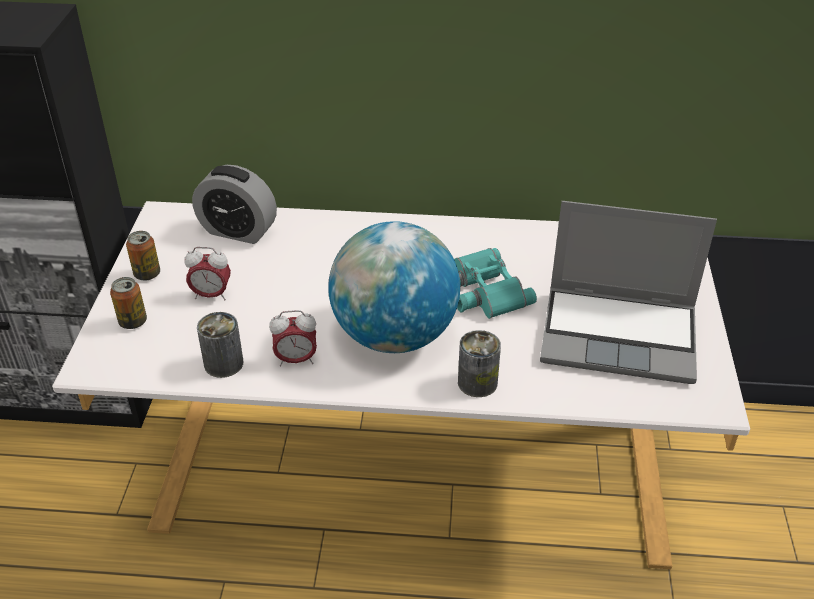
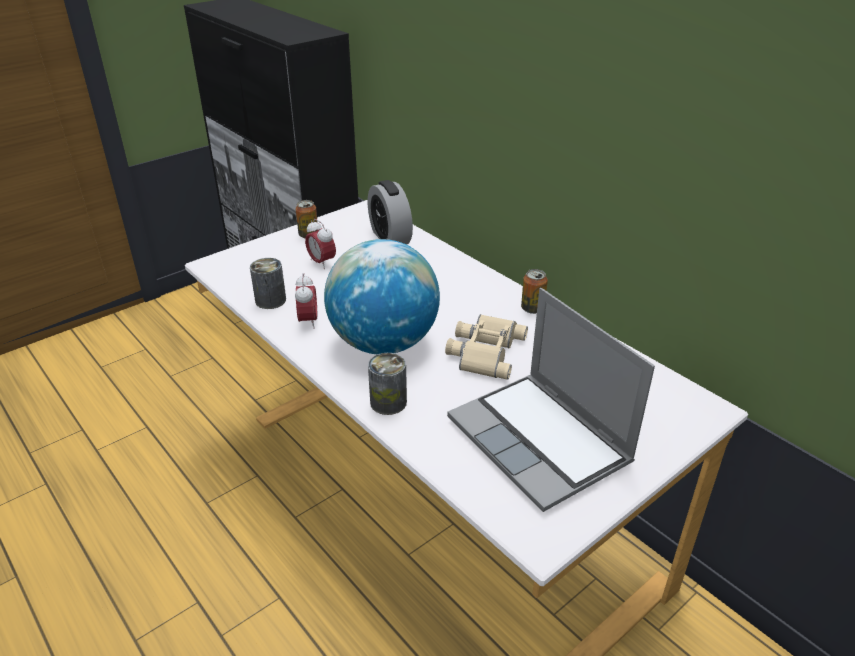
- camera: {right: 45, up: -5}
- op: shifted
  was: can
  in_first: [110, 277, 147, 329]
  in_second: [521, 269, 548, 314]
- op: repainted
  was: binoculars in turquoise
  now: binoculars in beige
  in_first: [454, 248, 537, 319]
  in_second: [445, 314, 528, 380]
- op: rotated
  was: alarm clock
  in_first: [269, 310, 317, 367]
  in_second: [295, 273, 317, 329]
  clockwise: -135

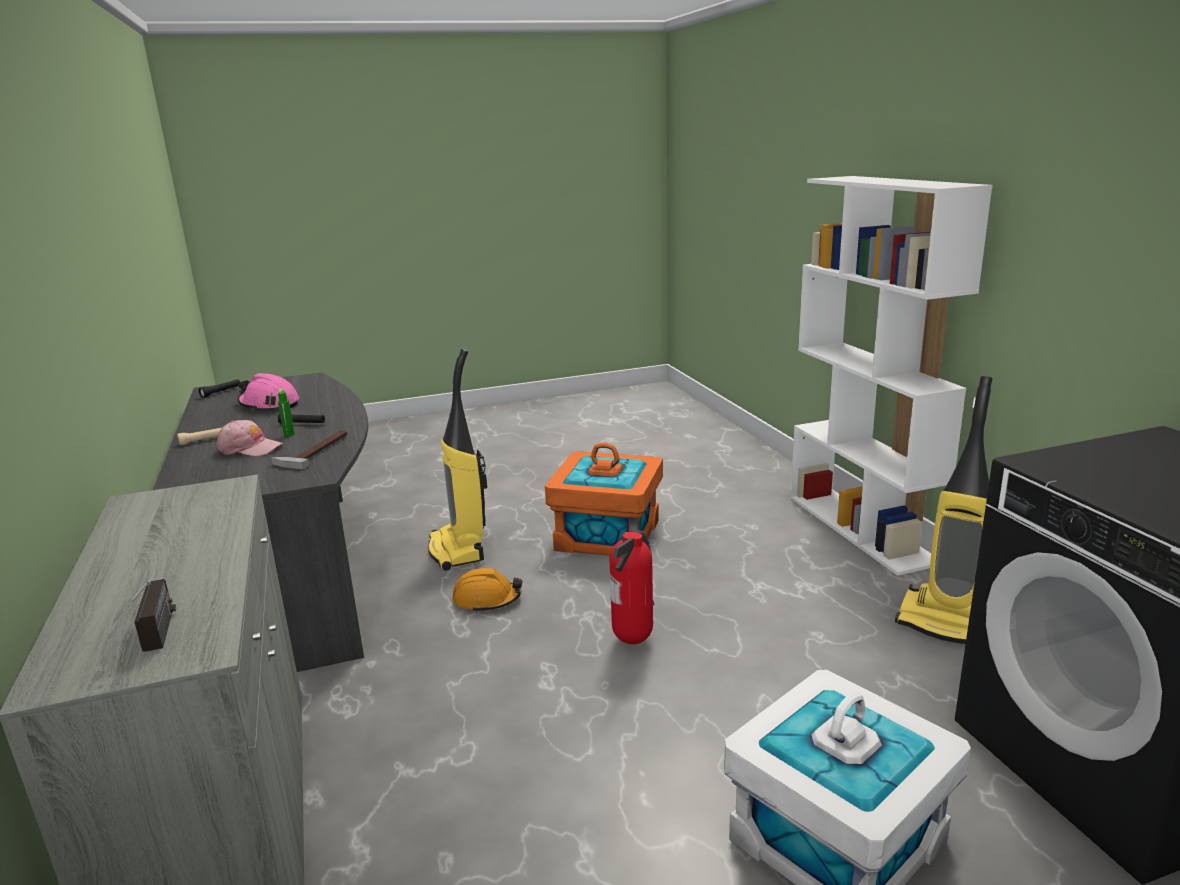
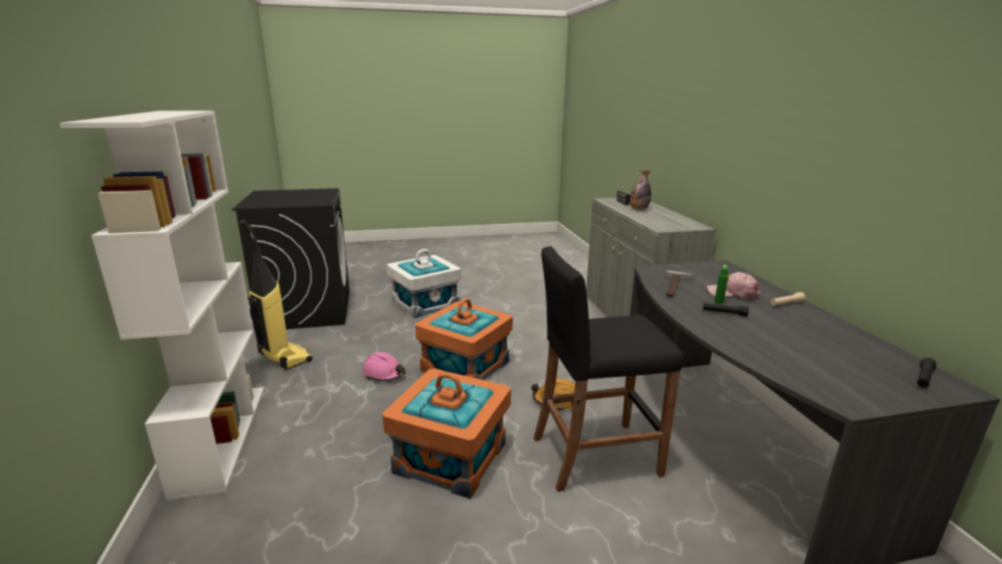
- camera: {right: -175, up: 0}
- op: new
  now: bottle
  in_second: [630, 170, 651, 210]
- op: shifted
  was: hard hat in pink
  in_first: [238, 373, 299, 411]
  in_second: [363, 352, 405, 381]
- op: swapped
  was: vacuum cleaner
  now: stool in black
  in_first: [428, 348, 487, 570]
  in_second: [533, 246, 683, 492]
- op: swapped
  was: fire extinguisher
  now: storage box in orange
  in_first: [609, 530, 654, 644]
  in_second: [415, 298, 513, 380]

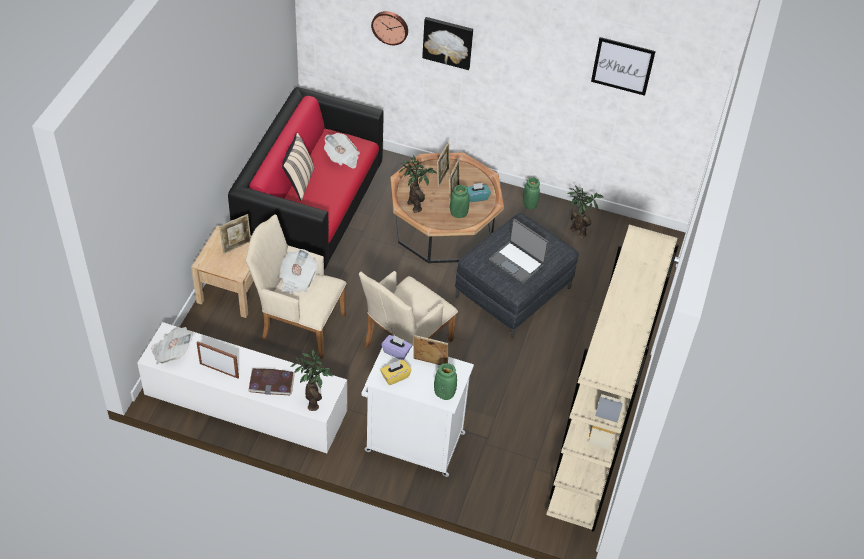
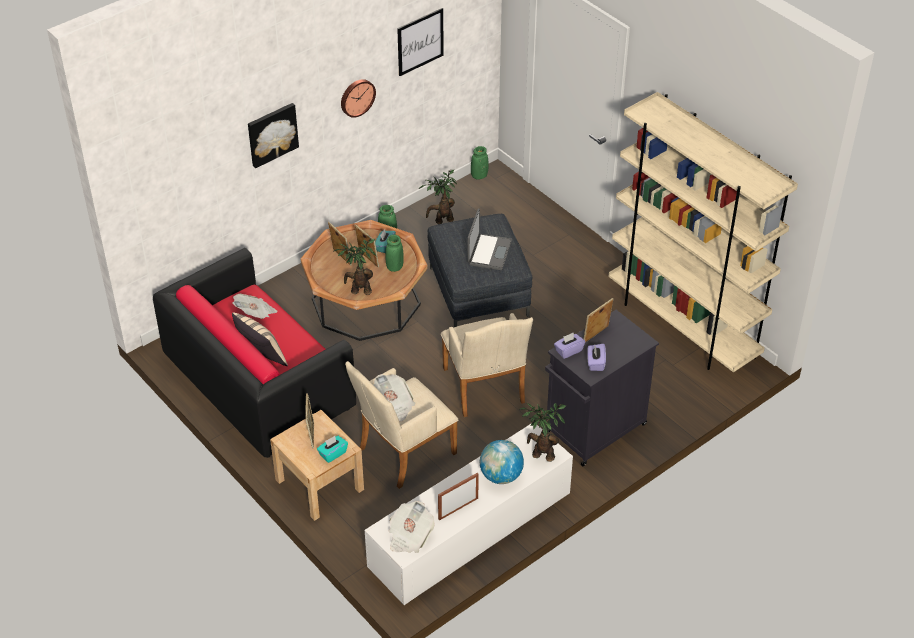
- camera: {right: -55, up: -5}
- op: new
  now: tissue box in turquoise
  in_second: [317, 436, 348, 463]
- op: shifted
  was: wall clock
  in_first: [371, 11, 408, 45]
  in_second: [341, 79, 376, 118]
- op: shifted
  was: vase in green
  in_first: [434, 363, 457, 400]
  in_second: [471, 146, 489, 179]
- op: swapped
  was: book
  now: globe
  in_first: [248, 369, 295, 395]
  in_second: [480, 440, 524, 484]
- op: repainted
  was: cabinet in white
  now: cabinet in black
  in_first: [362, 346, 474, 477]
  in_second: [545, 310, 659, 467]
- op: repainted
  was: tissue box in yellow
  now: tissue box in purple
  in_first: [380, 360, 412, 385]
  in_second: [587, 344, 606, 371]
- op: rotated
  was: laptop
  in_first: [489, 218, 549, 284]
  in_second: [467, 208, 512, 270]
  clockwise: -60

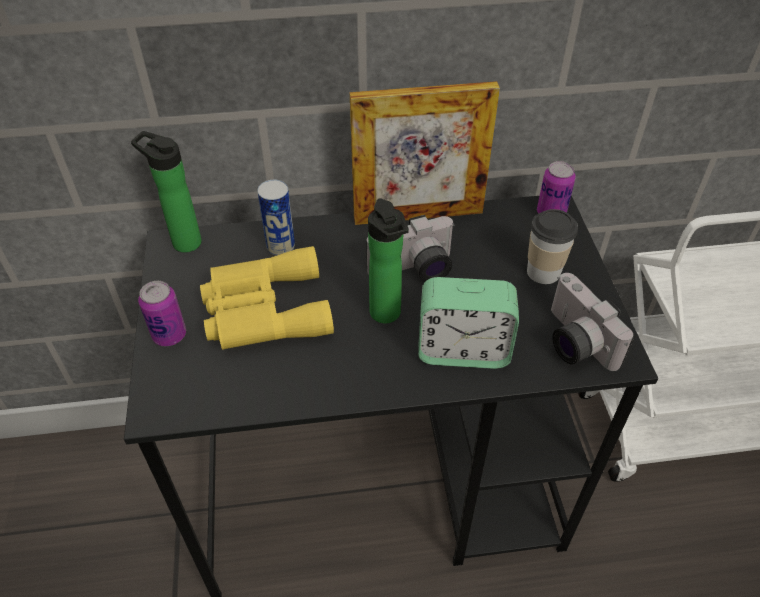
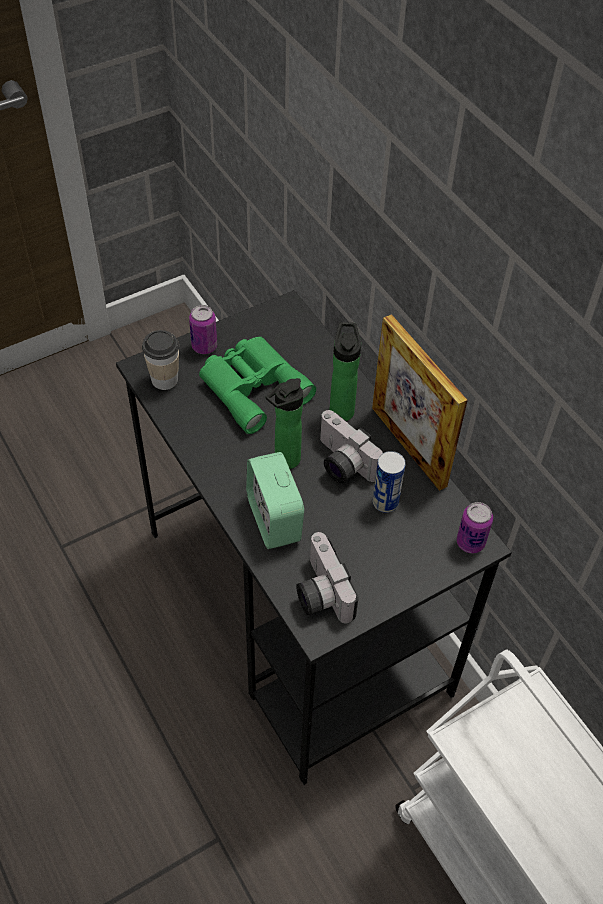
- camera: {right: 65, up: 5}
- op: shifted
  was: bottle
  in_first: [131, 131, 202, 253]
  in_second: [329, 322, 361, 421]
- op: shifted
  was: can
  in_first: [257, 180, 295, 256]
  in_second: [372, 451, 406, 513]
- op: shifted
  was: cup
  in_first: [527, 209, 578, 284]
  in_second: [142, 330, 179, 390]
- op: repainted
  was: binoculars in yellow
  now: binoculars in green
  in_first: [200, 246, 334, 350]
  in_second: [199, 337, 316, 434]
- op: rotated
  was: photo camera
  in_first: [551, 273, 634, 371]
  in_second: [296, 532, 359, 624]
  clockwise: -60

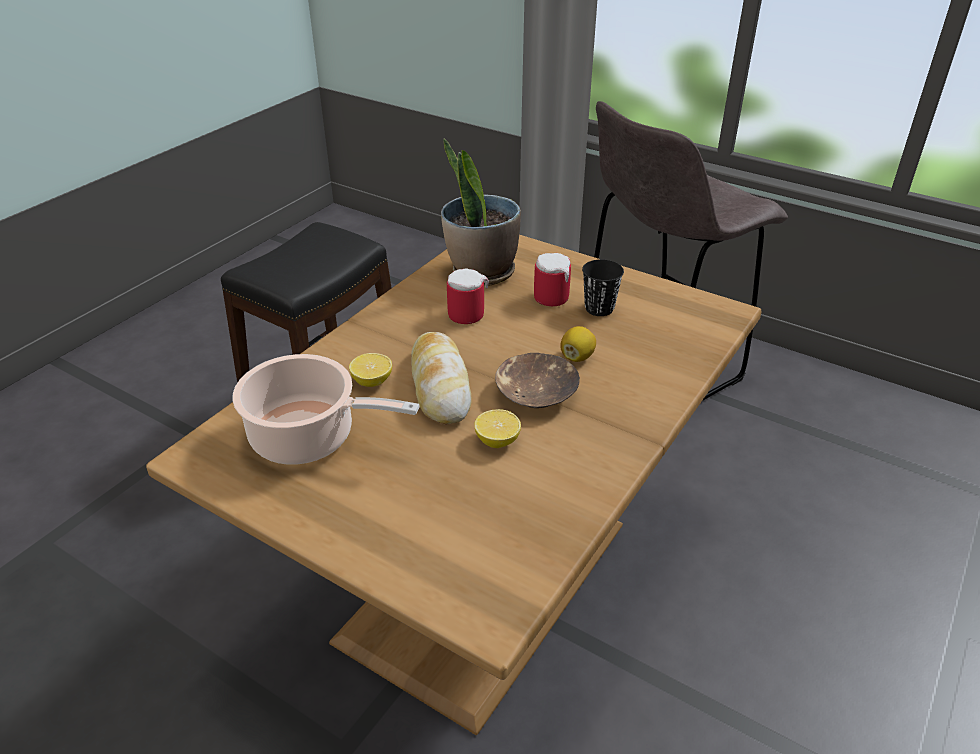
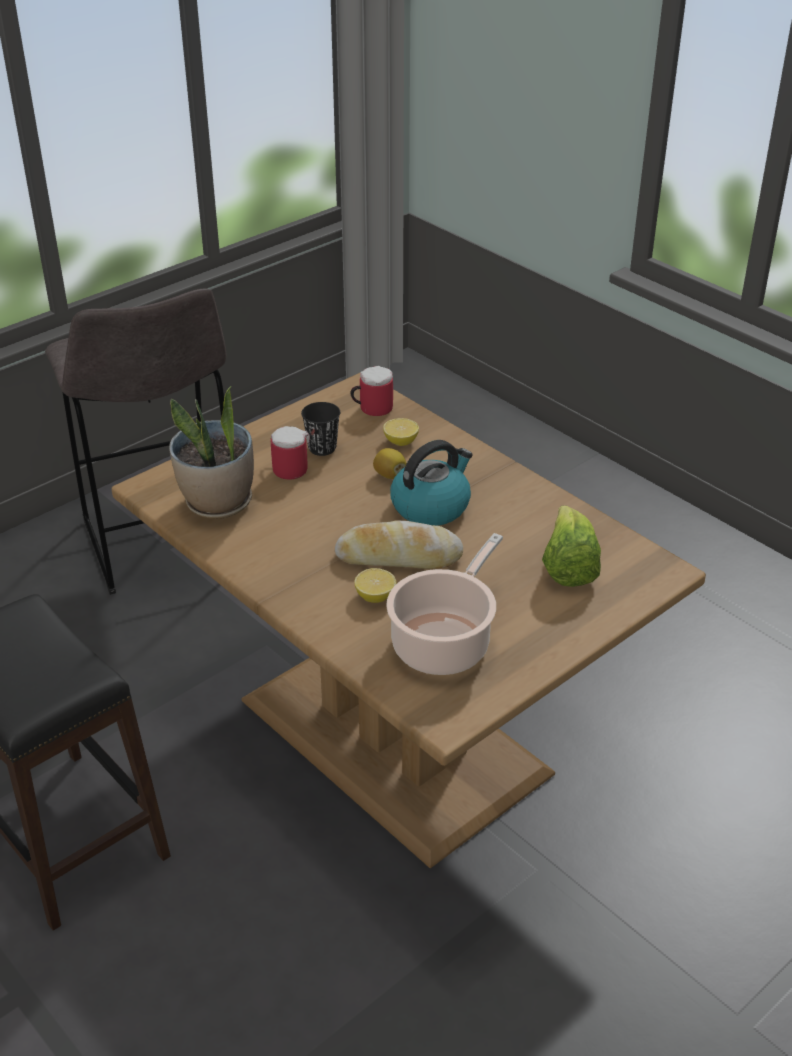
- camera: {right: -75, up: 0}
- op: new
  now: lettuce
  in_second: [542, 506, 601, 587]
- op: shifted
  was: mug
  in_first: [447, 269, 489, 324]
  in_second: [350, 366, 393, 416]
- op: shifted
  was: lemon
  in_first: [474, 409, 521, 448]
  in_second: [383, 418, 419, 446]
- op: swapped
  was: bowl in brown
  now: kettle
  in_first: [495, 353, 580, 408]
  in_second: [390, 440, 473, 526]

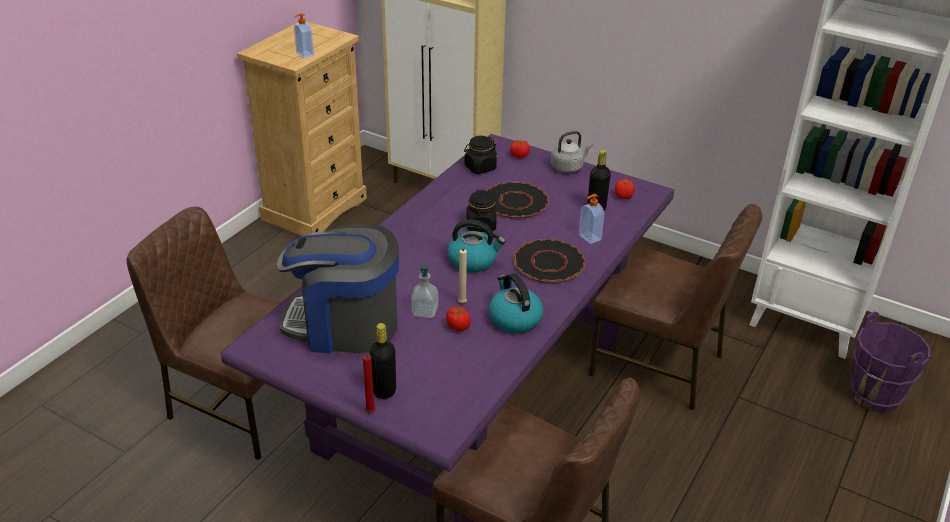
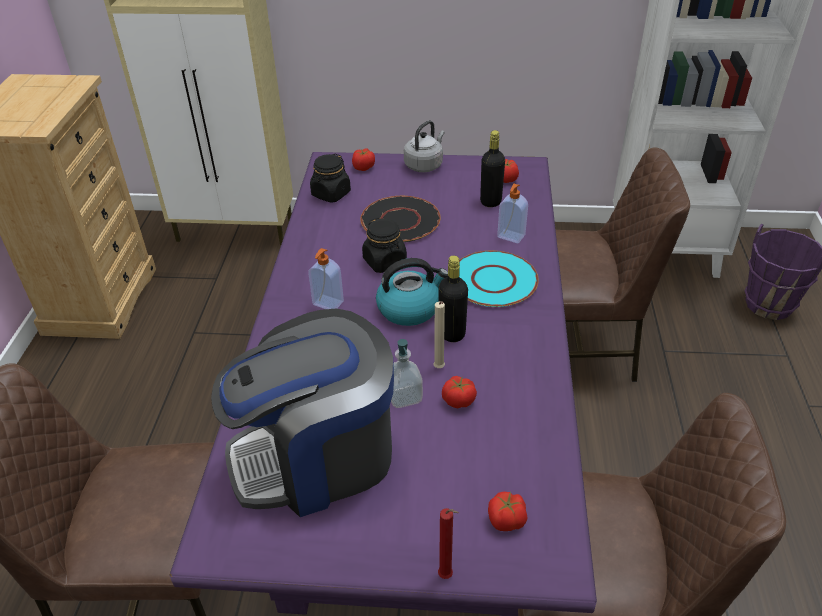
- camera: {right: -25, up: 5}
- op: gone
  was: kettle
  in_first: [488, 273, 543, 333]
- op: new
  now: tomato
  in_second: [488, 491, 528, 531]
- op: shifted
  was: soap dispenser
  in_first: [294, 13, 314, 58]
  in_second: [308, 248, 344, 309]
- op: shifted
  was: bottle in black
  in_first: [370, 323, 396, 399]
  in_second: [438, 255, 468, 342]
- op: repainted
  was: plate in black
  now: plate in turquoise
  in_first: [513, 239, 585, 283]
  in_second: [459, 251, 539, 307]

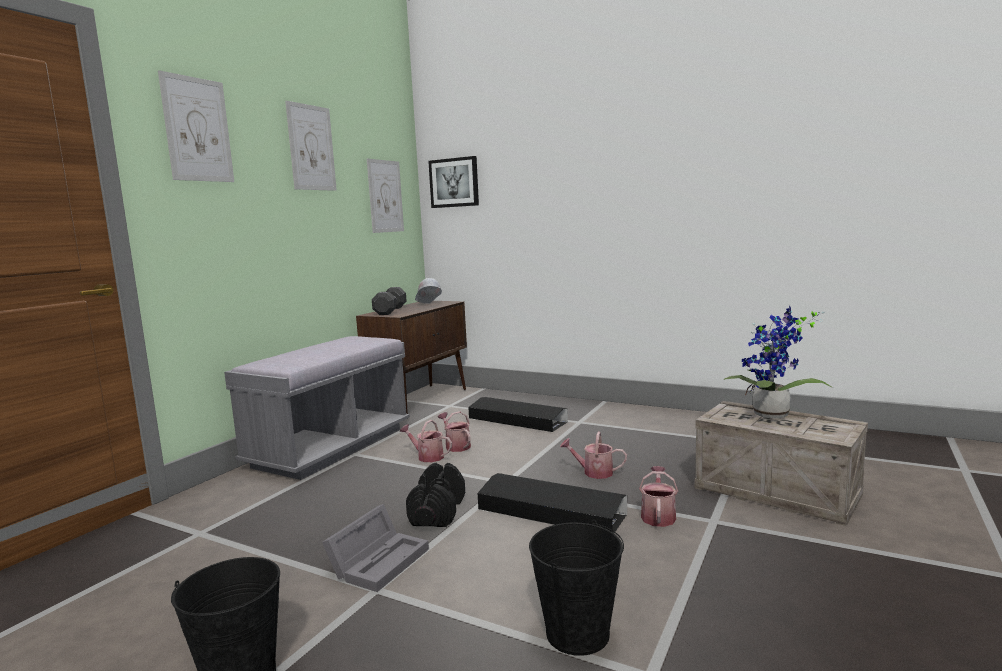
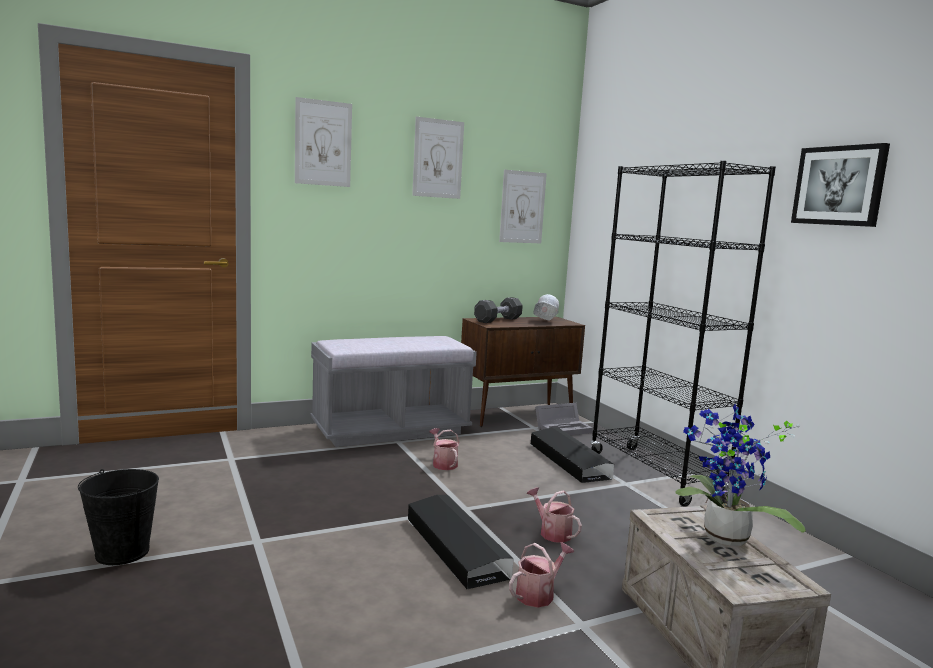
- camera: {right: 35, up: 0}
- op: gone
  was: dumbbell in black
  in_first: [406, 463, 465, 527]
- op: gone
  was: watering can
  in_first: [438, 411, 471, 452]
- op: gone
  was: bucket in black
  in_first: [529, 520, 624, 656]
- op: new
  now: bookcase in black
  in_second: [591, 161, 776, 507]
- op: shifted
  was: storage box in grey
  in_first: [322, 504, 429, 592]
  in_second: [535, 403, 593, 435]
- op: shifted
  was: picture
  in_first: [428, 156, 479, 208]
  in_second: [791, 143, 890, 227]

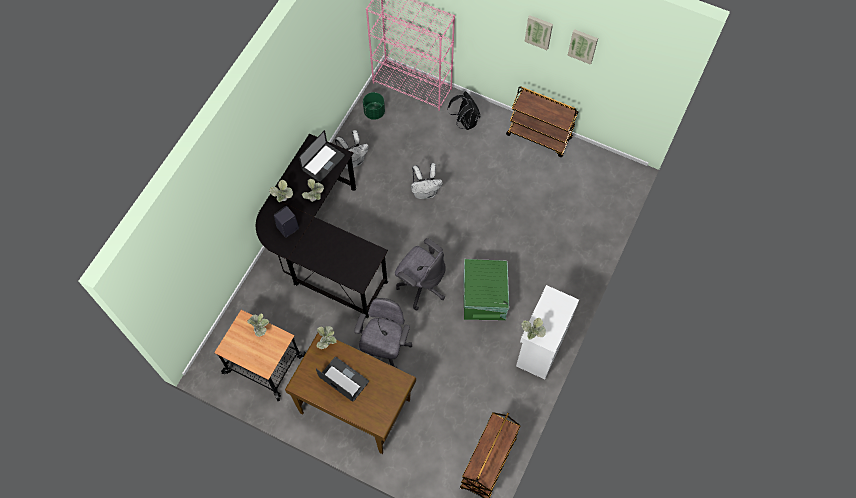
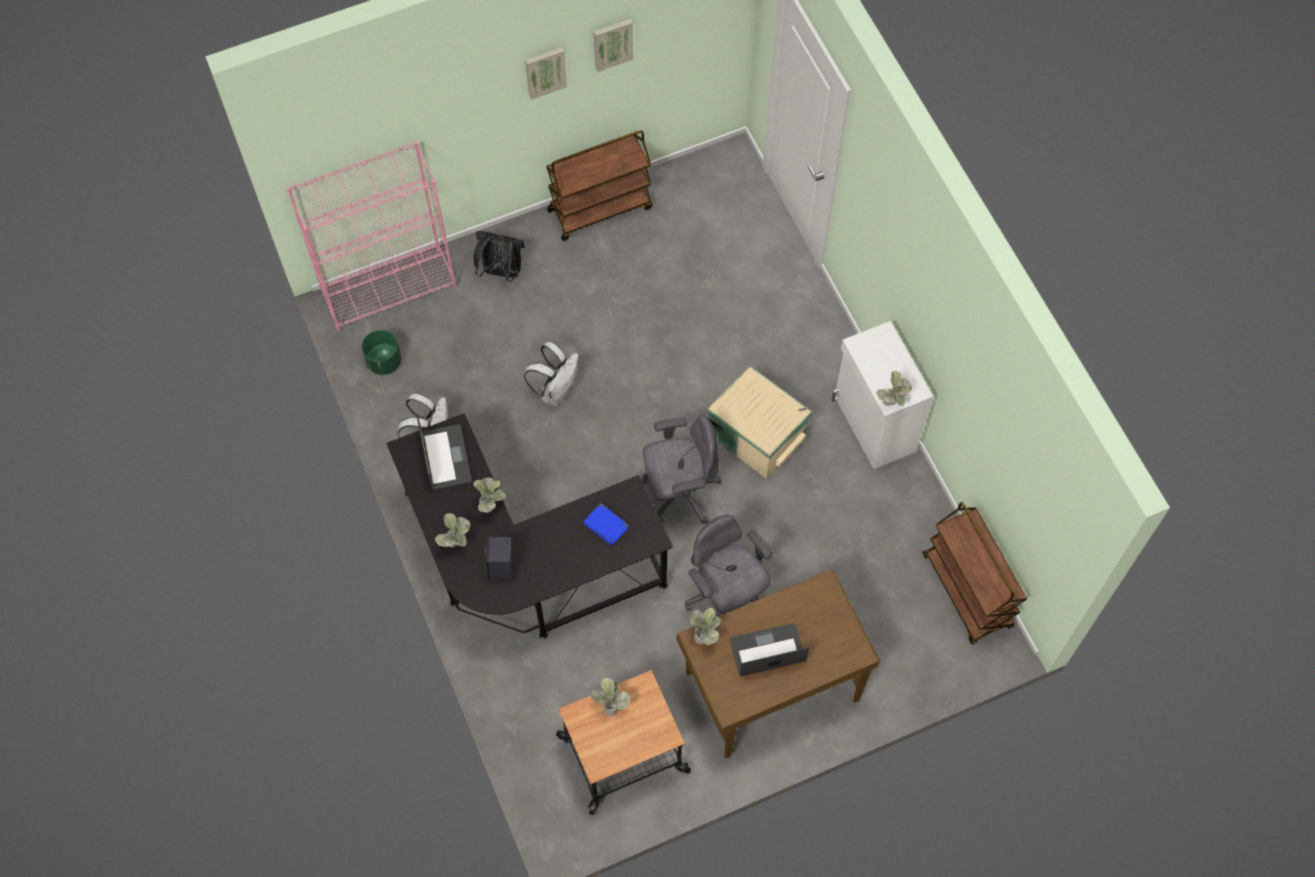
- camera: {right: -50, up: 0}
- op: new
  now: book in blue
  in_second: [583, 503, 629, 546]
- op: repainted
  was: storage box in green
  now: storage box in beige
  in_first: [463, 259, 509, 320]
  in_second: [707, 366, 812, 480]

